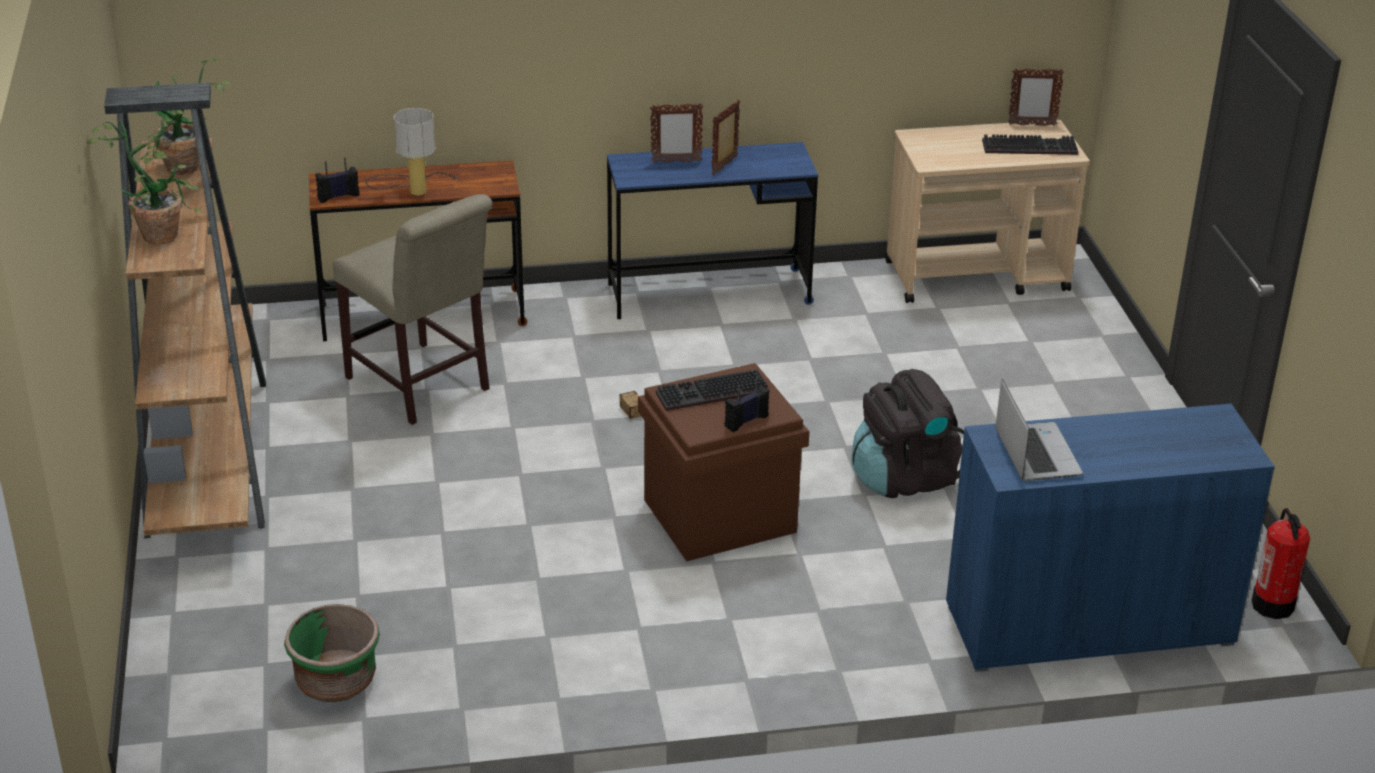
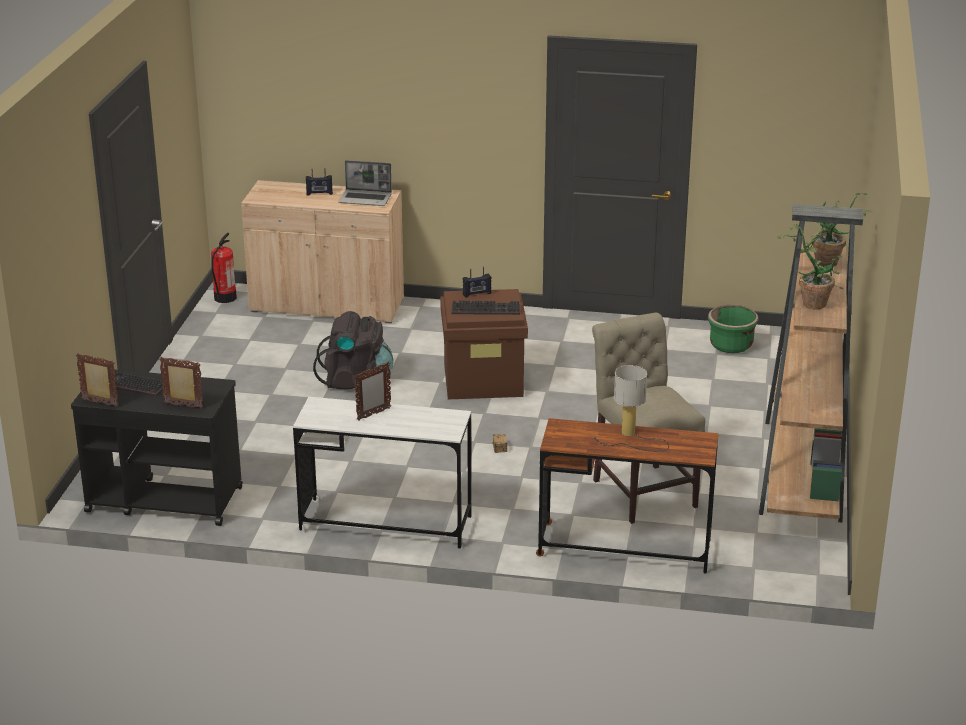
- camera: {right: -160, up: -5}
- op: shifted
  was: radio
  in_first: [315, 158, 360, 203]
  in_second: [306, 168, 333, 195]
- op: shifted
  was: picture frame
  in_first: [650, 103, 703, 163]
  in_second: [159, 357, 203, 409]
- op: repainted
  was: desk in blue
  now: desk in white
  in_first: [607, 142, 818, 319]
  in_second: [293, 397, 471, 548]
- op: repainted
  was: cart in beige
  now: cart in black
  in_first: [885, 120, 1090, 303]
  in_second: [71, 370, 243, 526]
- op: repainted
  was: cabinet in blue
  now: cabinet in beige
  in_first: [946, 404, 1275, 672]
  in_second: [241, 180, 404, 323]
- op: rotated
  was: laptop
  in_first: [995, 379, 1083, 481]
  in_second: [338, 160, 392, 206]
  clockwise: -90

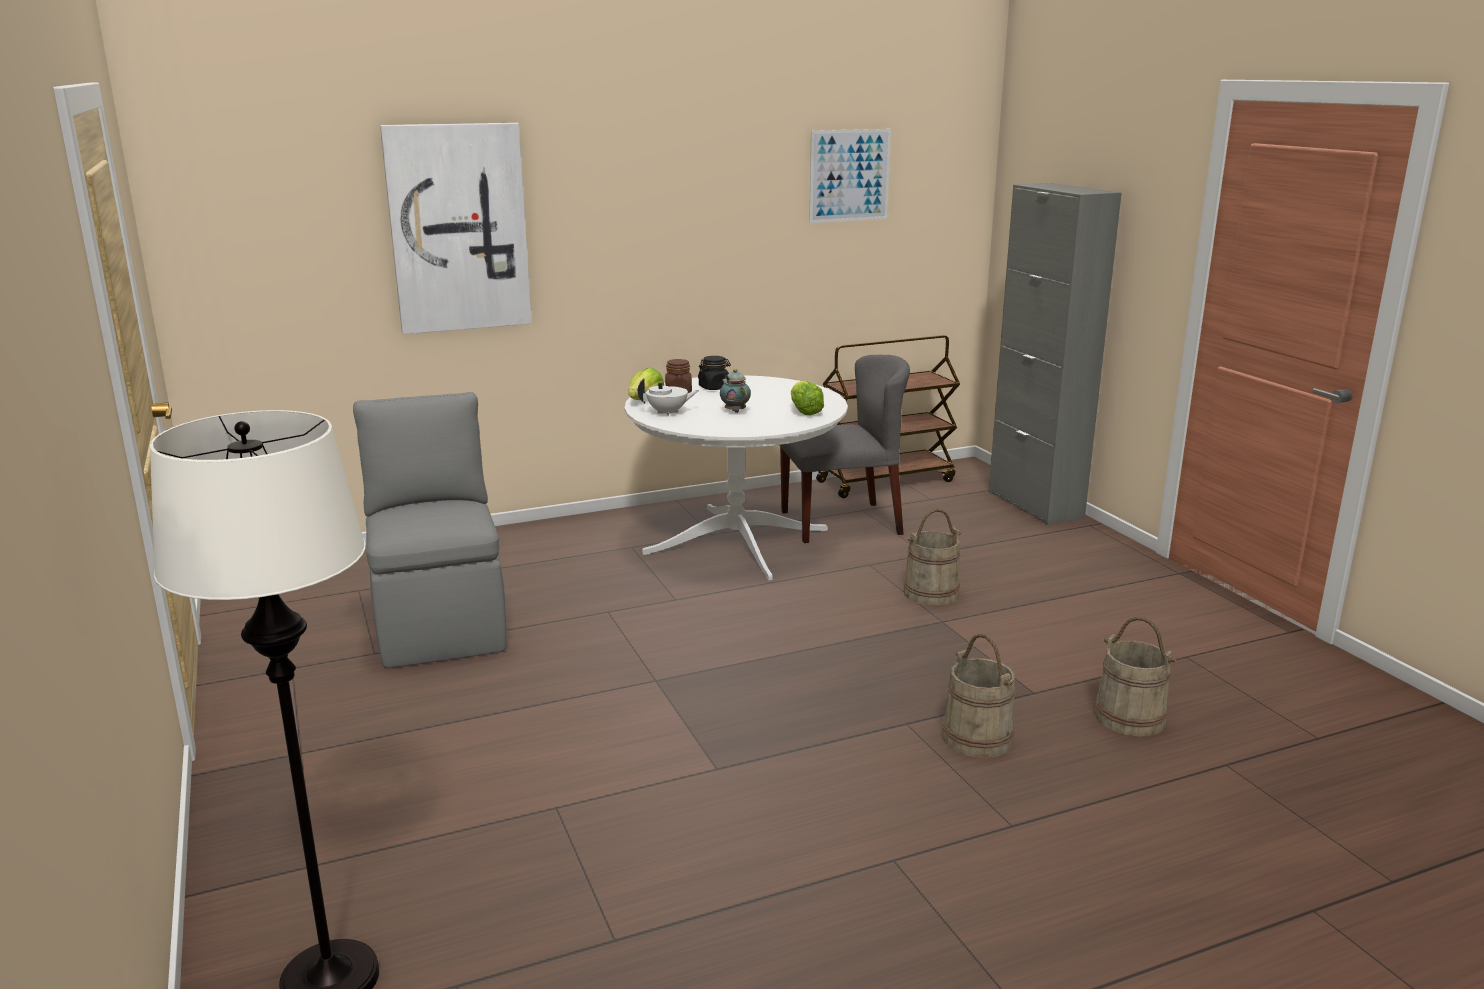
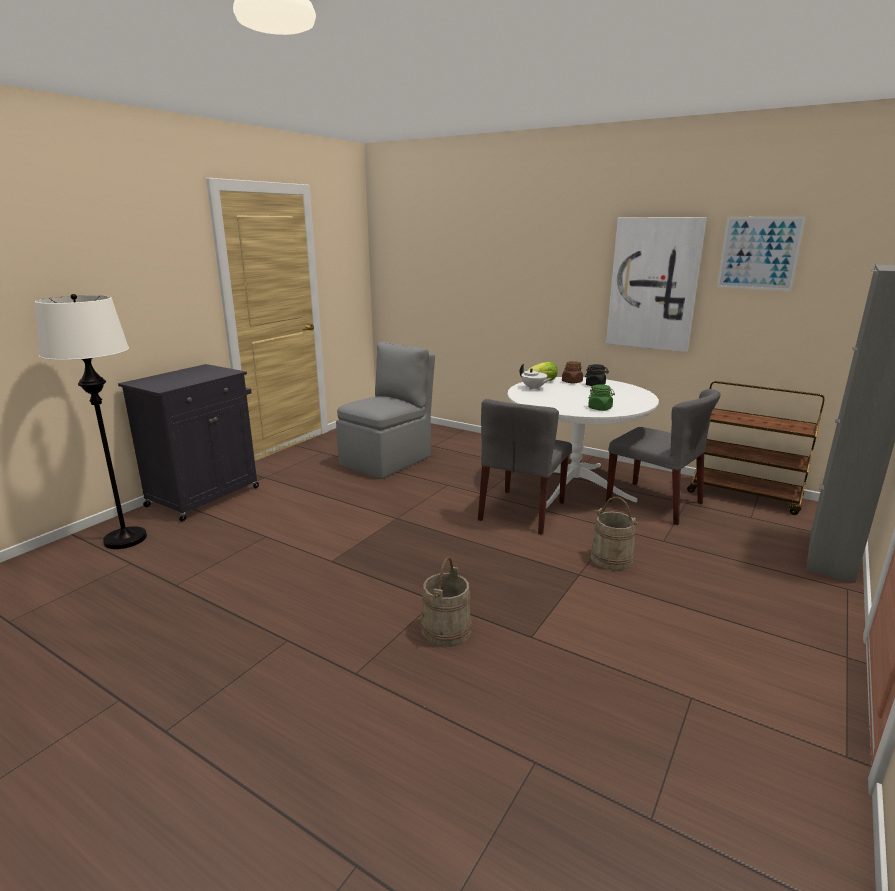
- camera: {right: 55, up: 0}
- op: gone
  was: teapot
  in_first: [720, 369, 751, 413]
- op: gone
  was: bucket in beige
  in_first: [1095, 617, 1176, 737]
- op: new
  now: cabinet in black
  in_second: [118, 364, 259, 522]
- op: new
  now: chair in grey
  in_second: [478, 399, 572, 535]
- op: shifted
  was: picture
  in_first: [380, 123, 532, 334]
  in_second: [606, 217, 707, 352]
- op: swapped
  was: lettuce
  now: jar in green
  in_first: [791, 381, 824, 415]
  in_second: [588, 384, 615, 411]

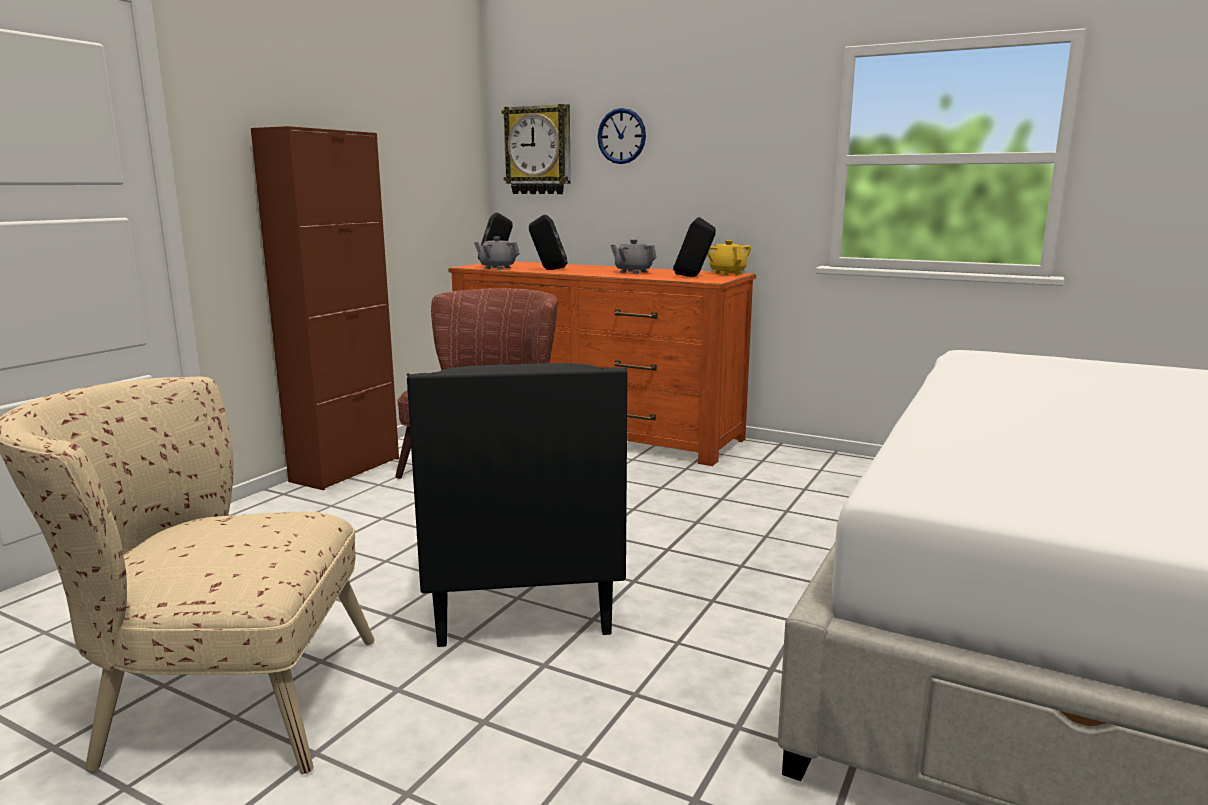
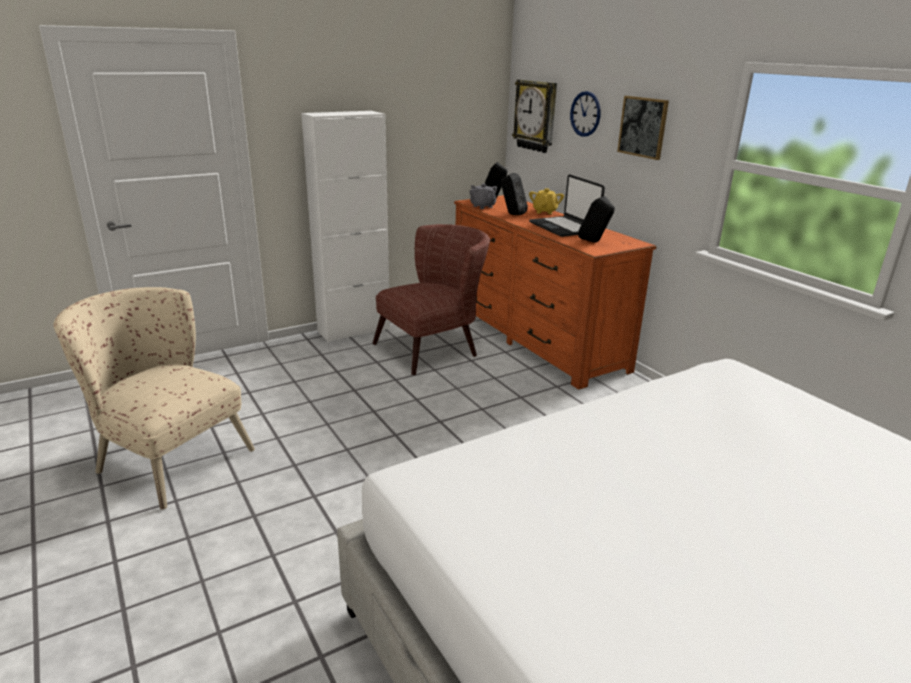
- camera: {right: 30, up: 10}
- op: gone
  was: armchair in black
  in_first: [407, 363, 628, 647]
- op: new
  now: picture
  in_second: [617, 96, 669, 160]
- op: shifted
  was: teapot in yellow
  in_first: [707, 240, 751, 275]
  in_second: [529, 188, 564, 214]
- op: swapped
  was: teapot in grey
  now: laptop
  in_first: [610, 239, 657, 274]
  in_second: [529, 174, 605, 237]
- op: repainted
  was: cabinet in brown
  now: cabinet in white
  in_first: [251, 126, 399, 490]
  in_second: [301, 111, 390, 342]

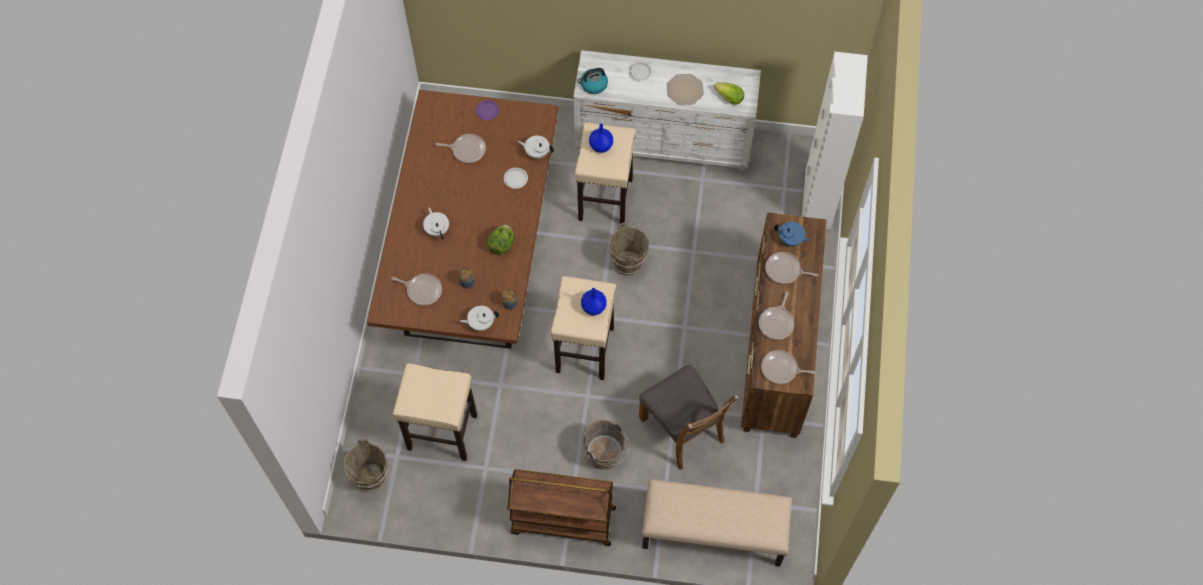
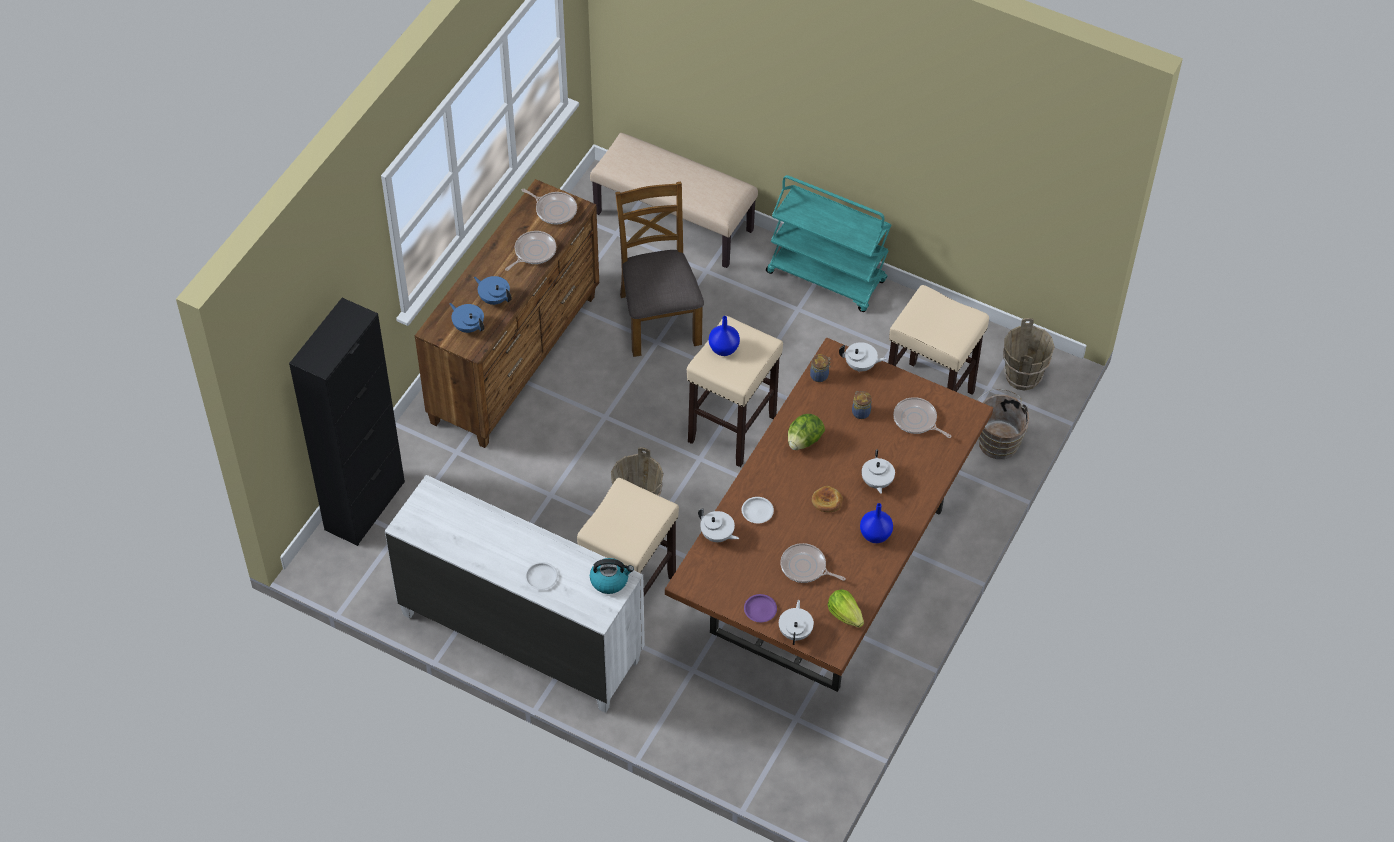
- camera: {right: -160, up: -10}
- op: gone
  was: plate
  in_first: [667, 74, 704, 105]
- op: new
  now: teapot in white
  in_second: [779, 600, 814, 645]
- op: new
  now: bread
  in_second: [812, 486, 843, 512]
- op: shifted
  was: bucket in brown
  in_first: [583, 420, 630, 470]
  in_second: [977, 389, 1029, 459]
- op: shifted
  was: vase in blue
  in_first: [589, 124, 613, 153]
  in_second: [860, 503, 893, 543]
- op: shifted
  was: lettuce
  in_first: [714, 82, 744, 105]
  in_second: [828, 589, 864, 628]
- op: swapped
  was: frying pan
  now: teapot in blue
  in_first: [765, 252, 818, 284]
  in_second: [474, 276, 512, 305]
- op: repainted
  was: cart in brown
  now: cart in turquoise
  in_first: [508, 469, 616, 546]
  in_second: [766, 175, 891, 312]
- op: repainted
  was: cabinet in white
  now: cabinet in black
  in_first: [802, 52, 868, 229]
  in_second: [289, 298, 405, 546]

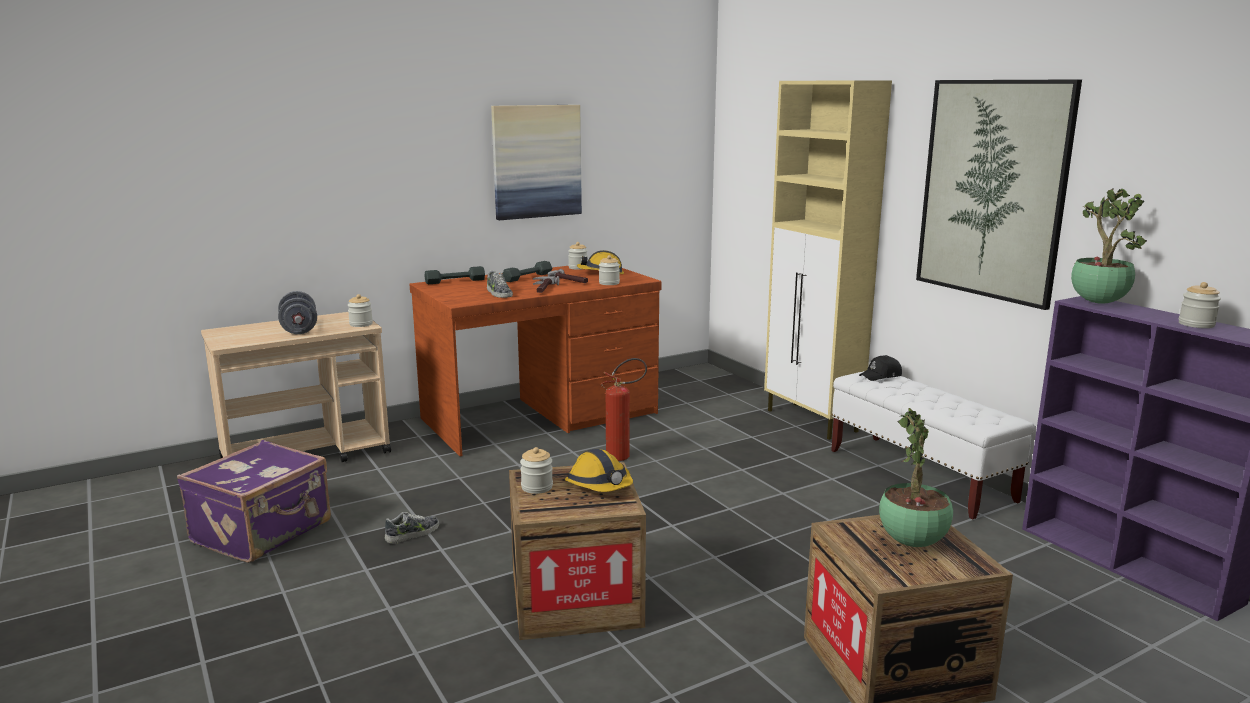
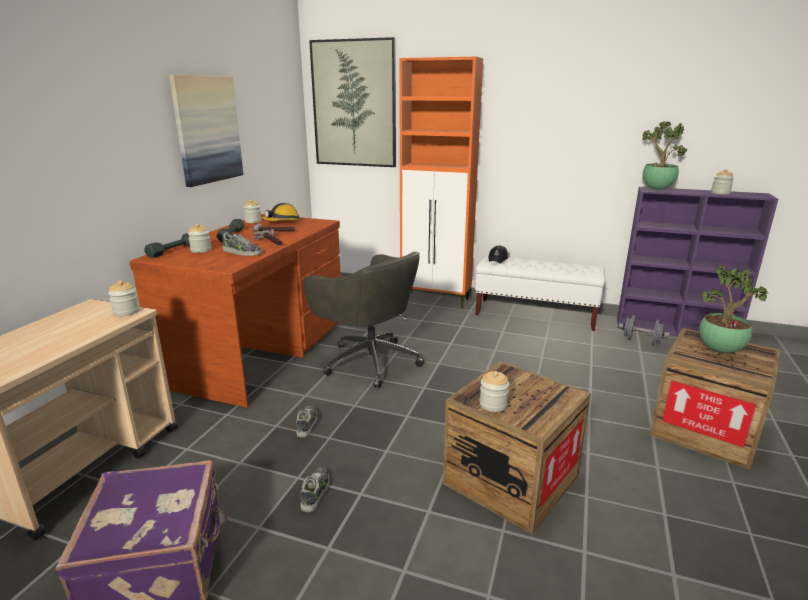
- camera: {right: -40, up: 5}
- op: gone
  was: hard hat
  in_first: [565, 449, 633, 492]
- op: new
  now: shoe
  in_second: [296, 406, 317, 438]
- op: shifted
  was: dumbbell in grey
  in_first: [278, 291, 317, 334]
  in_second: [618, 315, 670, 345]
- op: shifted
  was: jar
  in_first: [599, 255, 620, 285]
  in_second: [188, 223, 211, 253]
- op: shifted
  was: picture
  in_first: [916, 79, 1082, 310]
  in_second: [309, 37, 396, 167]
- op: swapped
  was: fire extinguisher
  now: office chair in grey
  in_first: [601, 358, 647, 461]
  in_second: [303, 251, 424, 388]
- op: repainted
  was: cabinet in beige
  now: cabinet in orange
  in_first: [764, 80, 892, 440]
  in_second: [399, 57, 483, 309]

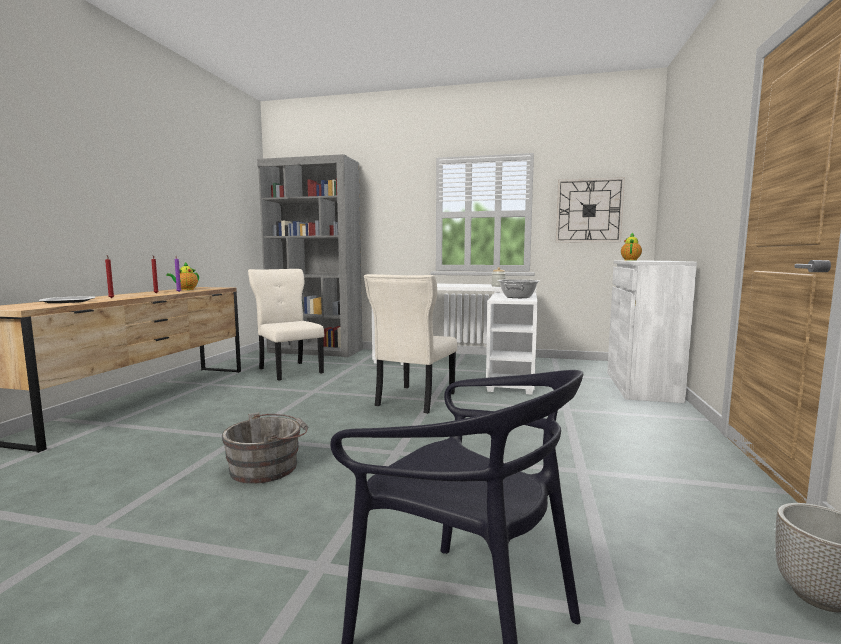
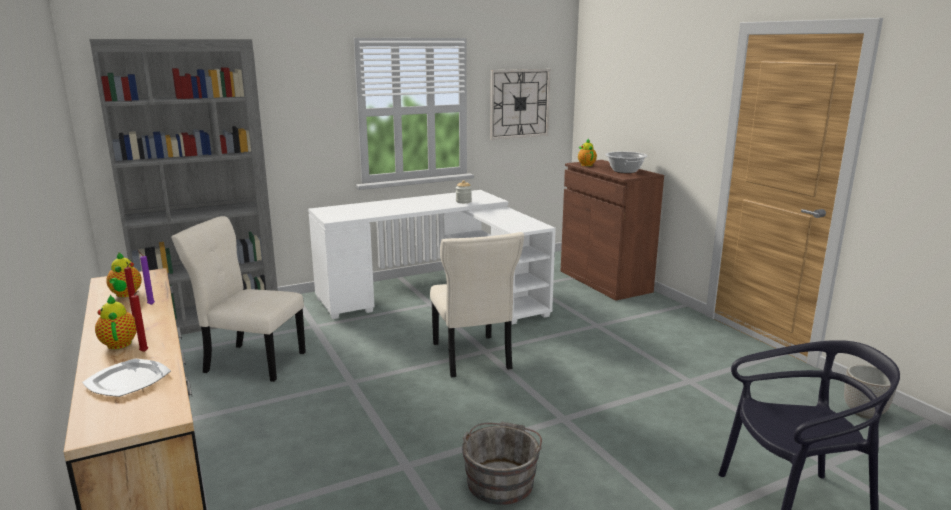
- camera: {right: -40, up: 10}
- op: new
  now: teapot
  in_second: [95, 294, 137, 349]
- op: shifted
  was: cooking pot
  in_first: [497, 279, 540, 298]
  in_second: [605, 151, 648, 173]
- op: repainted
  was: cabinet in white
  now: cabinet in brown
  in_first: [607, 261, 697, 403]
  in_second: [561, 160, 664, 301]

